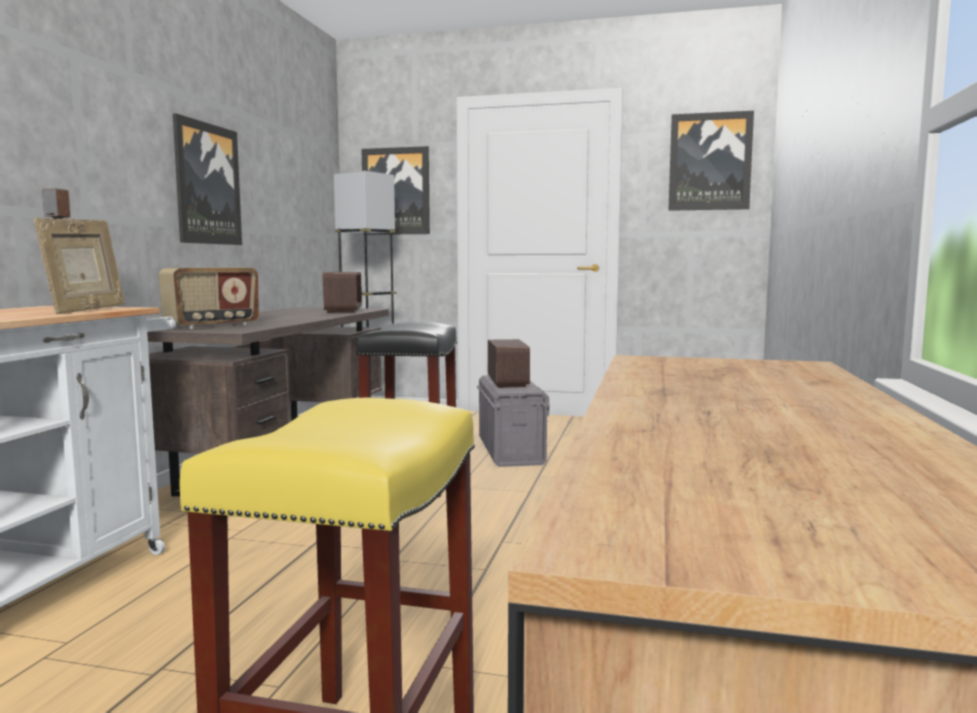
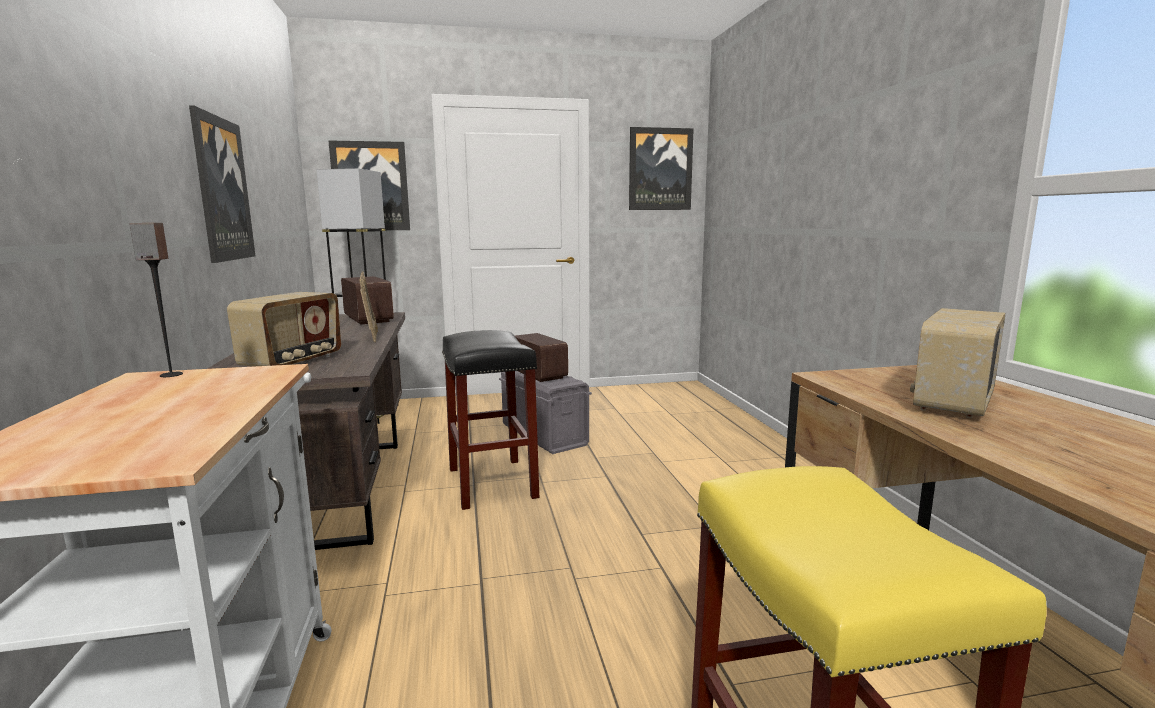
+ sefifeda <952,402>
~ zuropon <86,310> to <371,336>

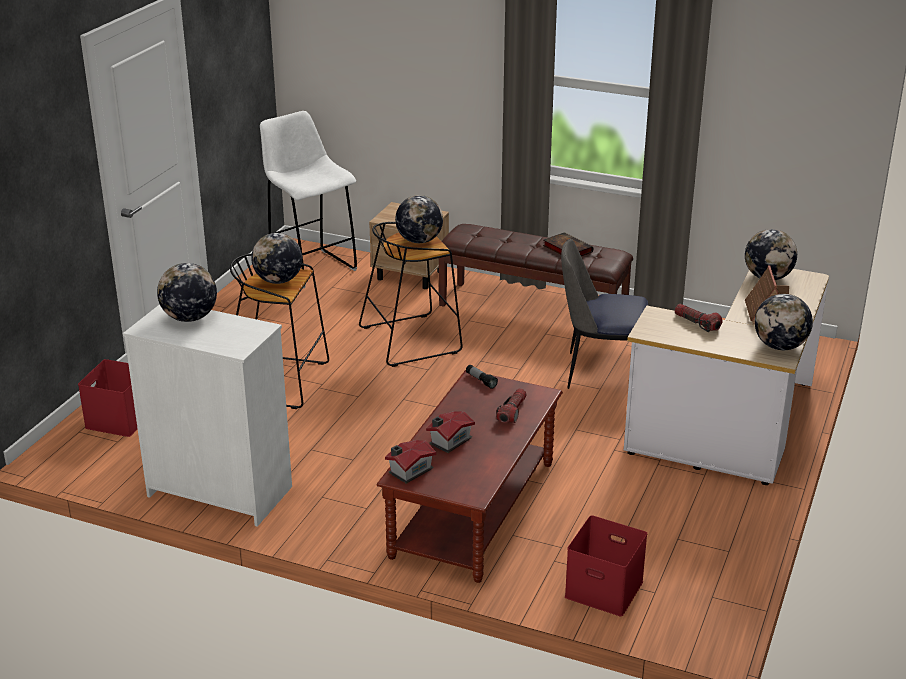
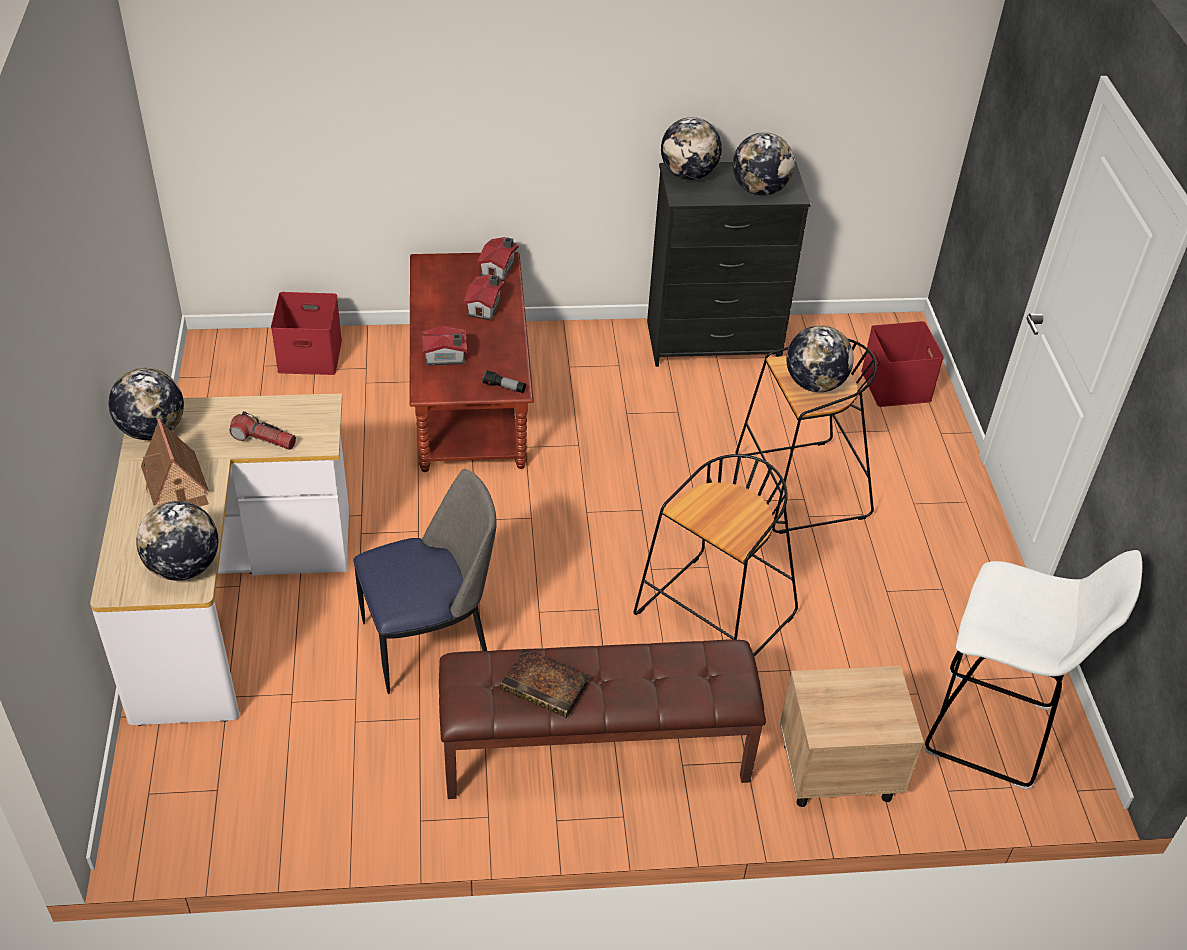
~ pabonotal <419,241> to <688,174>
~ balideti <512,412> to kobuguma <446,357>
~ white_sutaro <220,491> to black_sutaro <713,343>

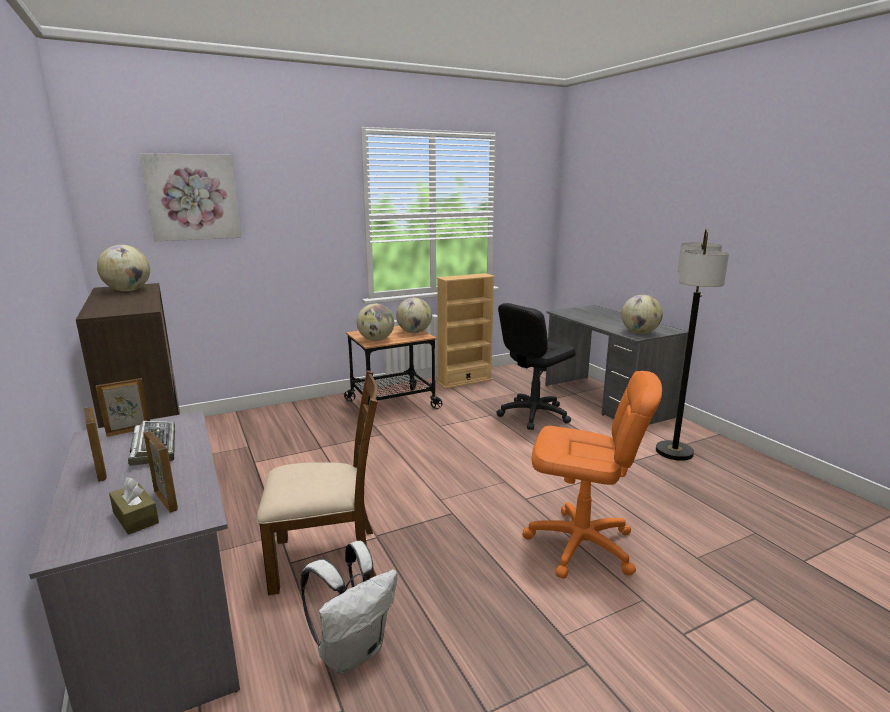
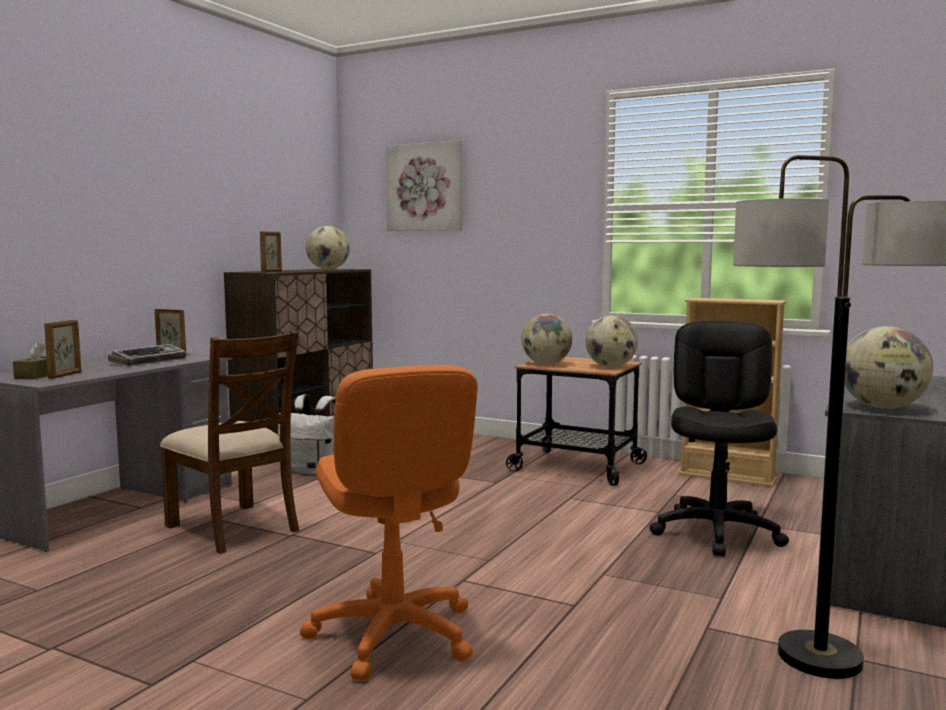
~ zuropon <101,471> to <272,271>
~ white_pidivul <352,650> to <313,470>
~ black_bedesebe <533,414> = <717,532> 90 degrees clockwise

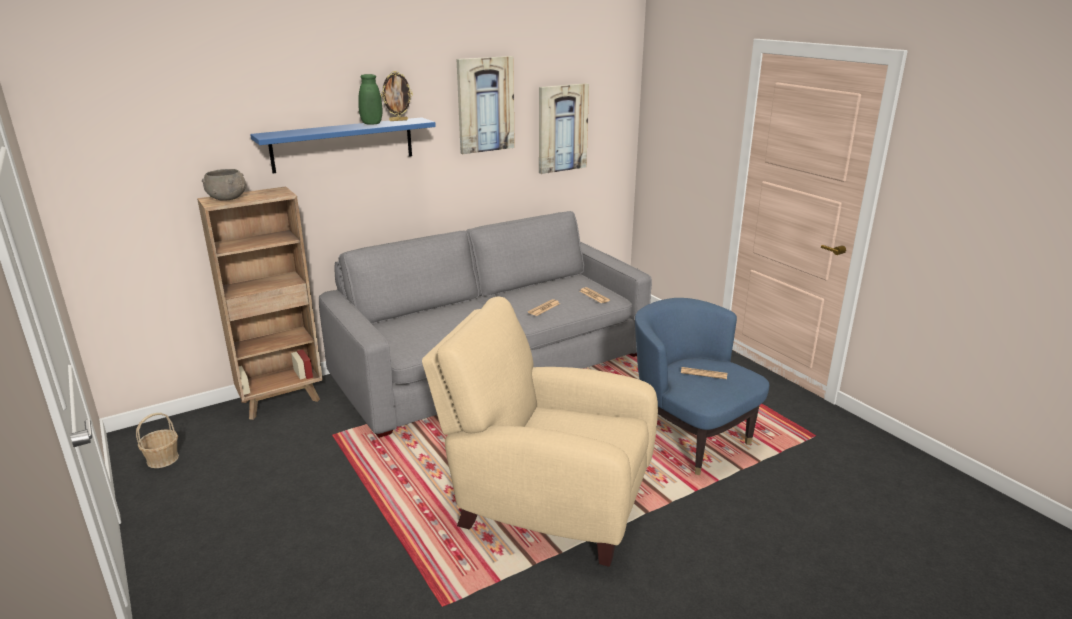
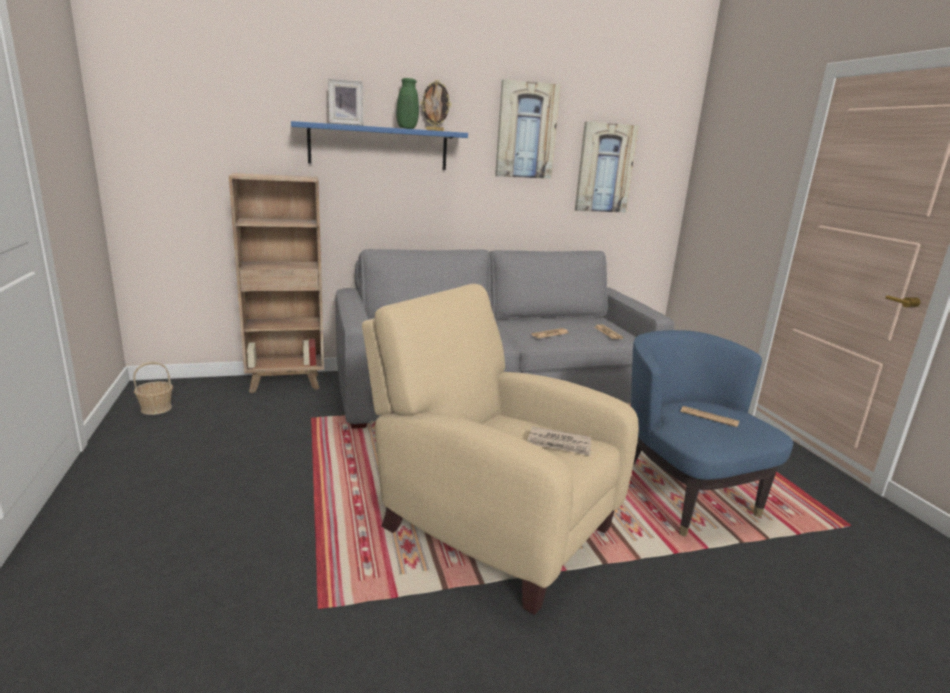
- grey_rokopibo <227,198>
+ zuropon <346,124>
+ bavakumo <559,444>

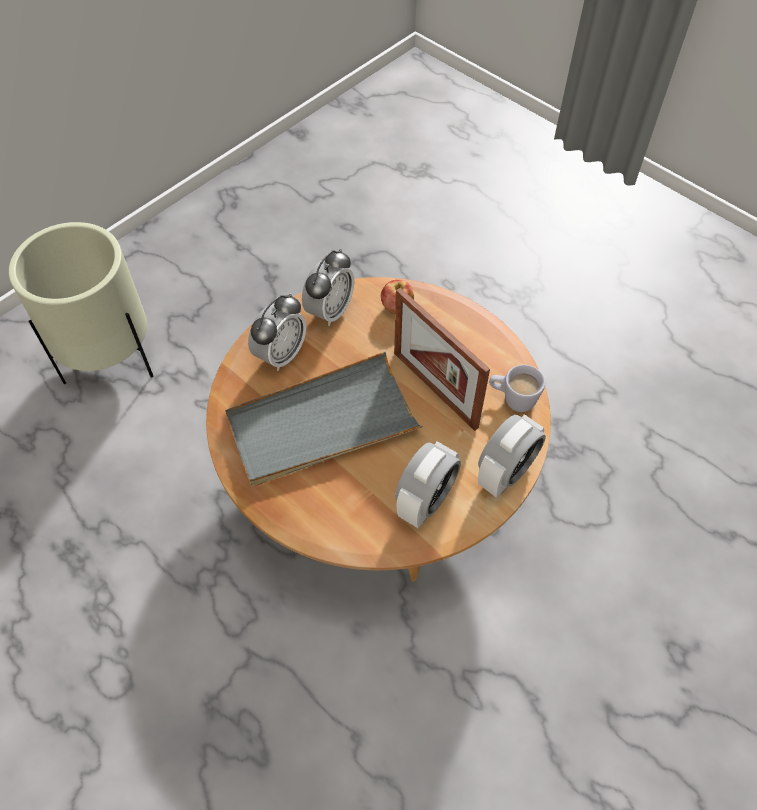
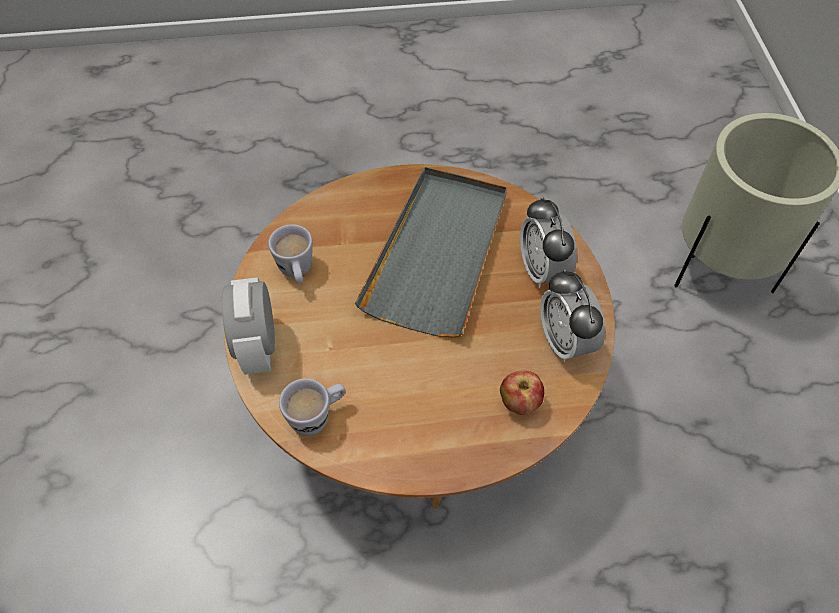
- zuropon <435,389>
~ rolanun <425,501> to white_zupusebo <297,272>

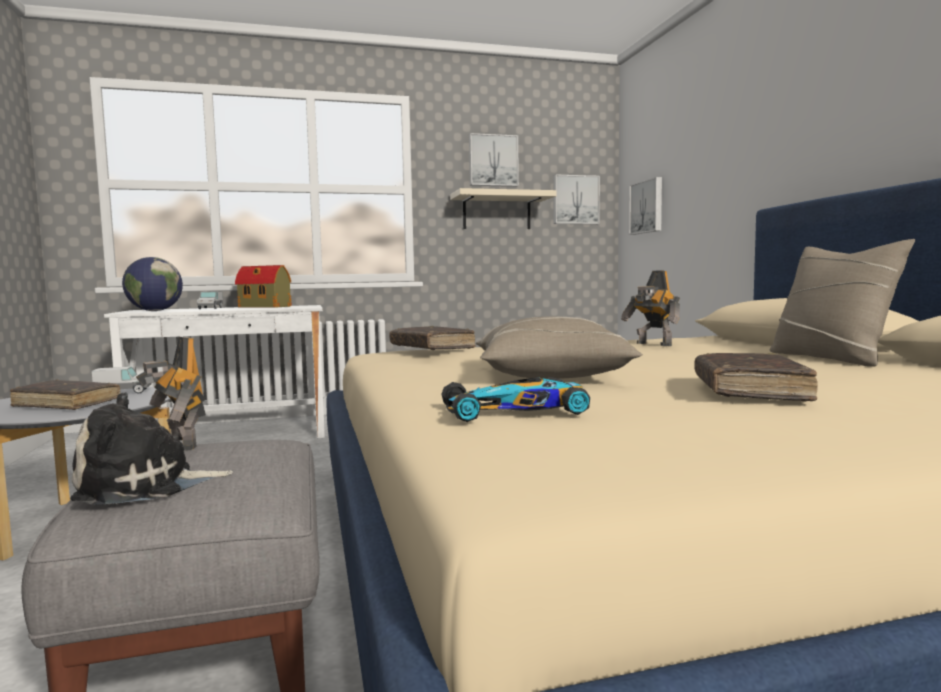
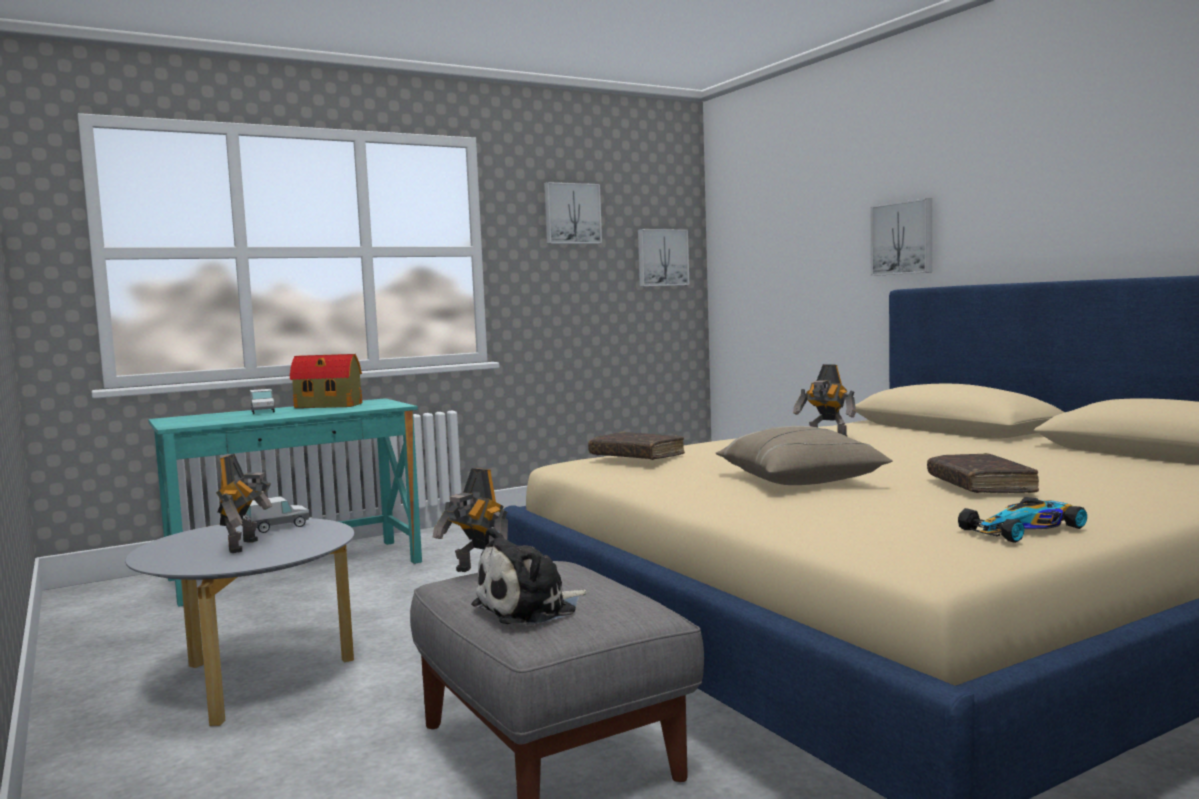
- pabonotal <154,311>
- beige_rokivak <496,212>
- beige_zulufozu <831,358>
~ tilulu <517,410> to <1024,529>
~ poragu <647,207> to <903,238>
~ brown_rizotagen <67,404> to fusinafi <246,546>
~ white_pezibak <231,435> to turquoise_pezibak <296,570>

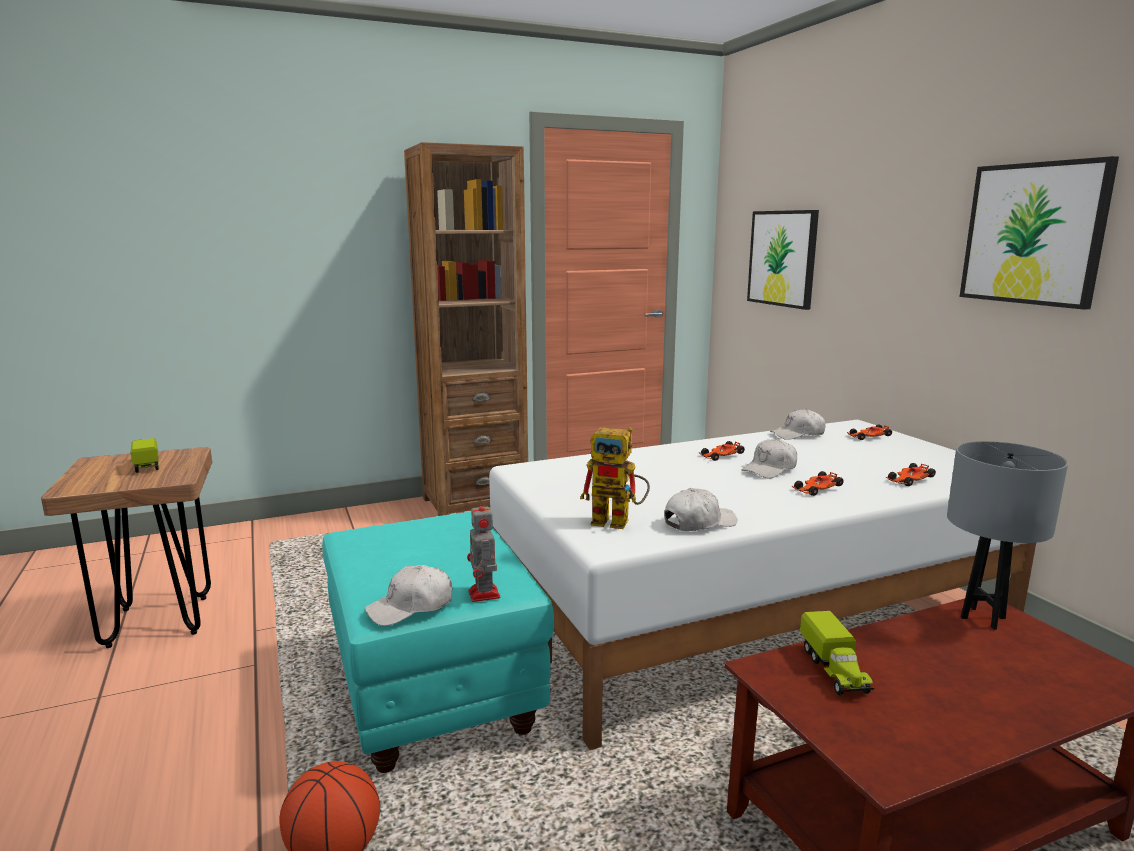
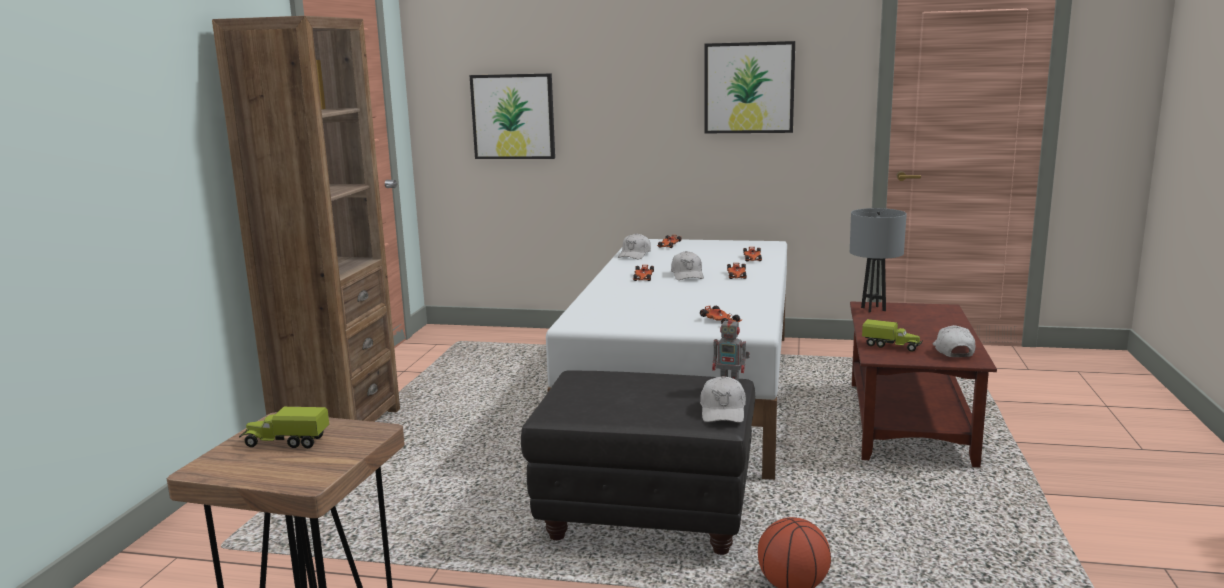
~ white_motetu <699,523> to <952,351>
~ fusinafi <619,522> to tilulu <721,321>
~ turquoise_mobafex <435,691> to black_mobafex <646,515>

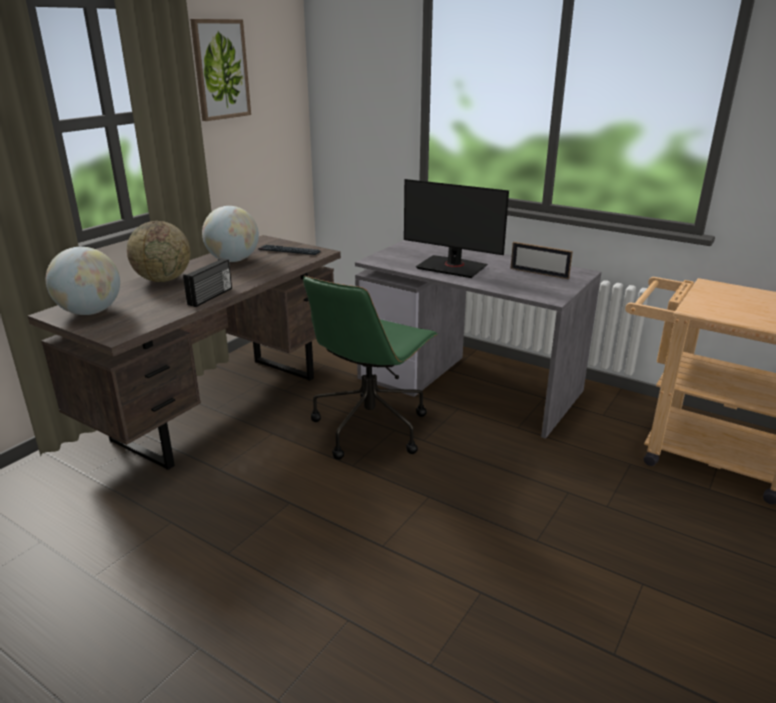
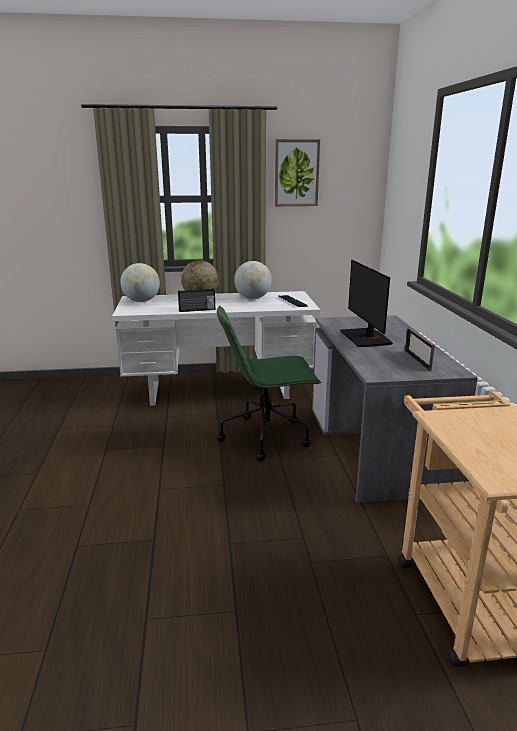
~ brown_pezibak <220,406> to white_pezibak <220,390>

